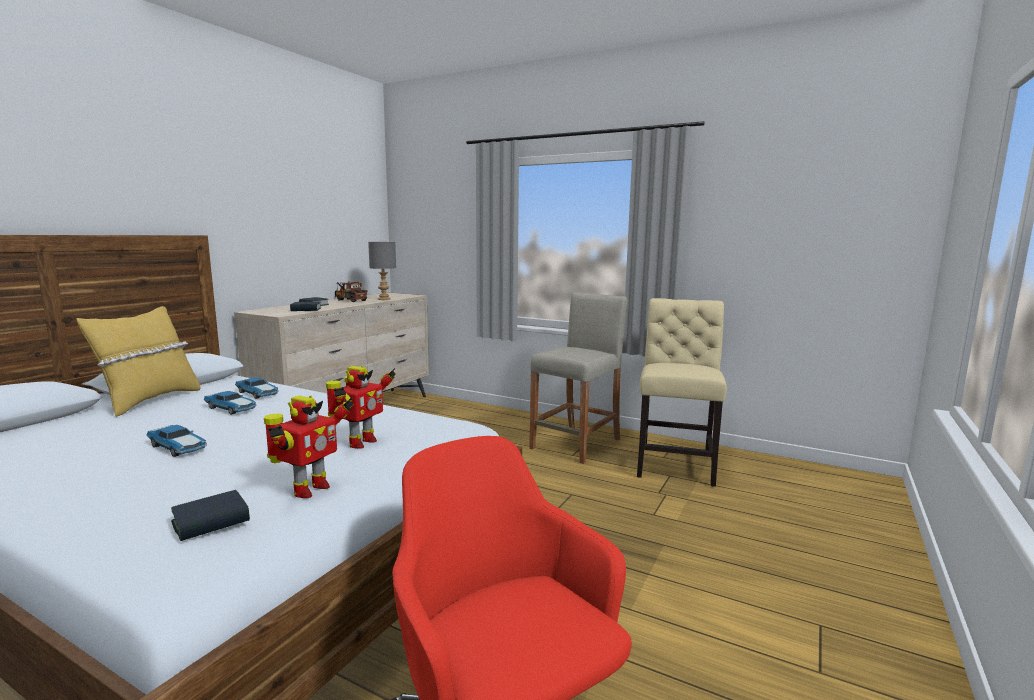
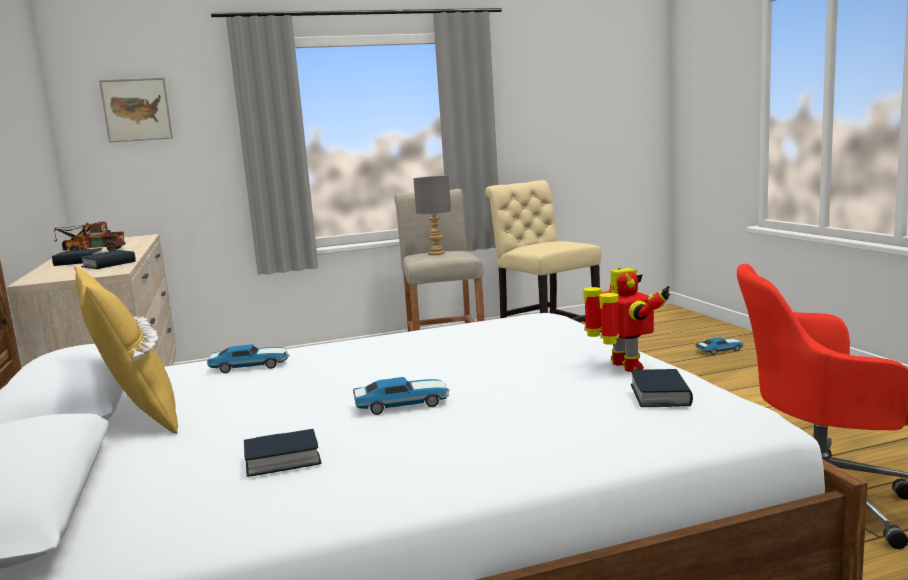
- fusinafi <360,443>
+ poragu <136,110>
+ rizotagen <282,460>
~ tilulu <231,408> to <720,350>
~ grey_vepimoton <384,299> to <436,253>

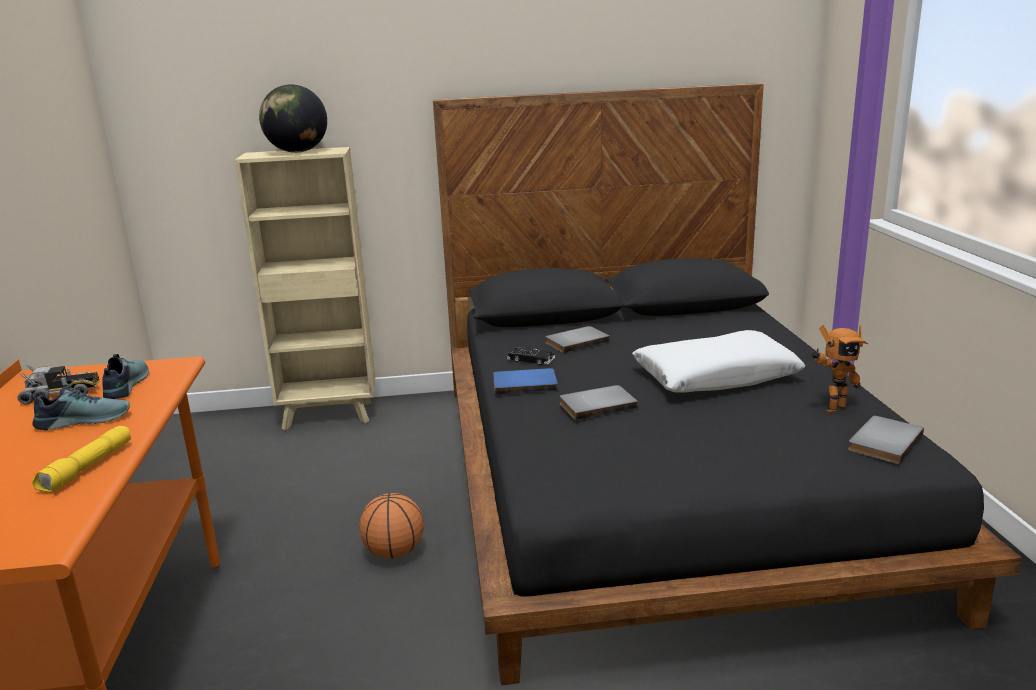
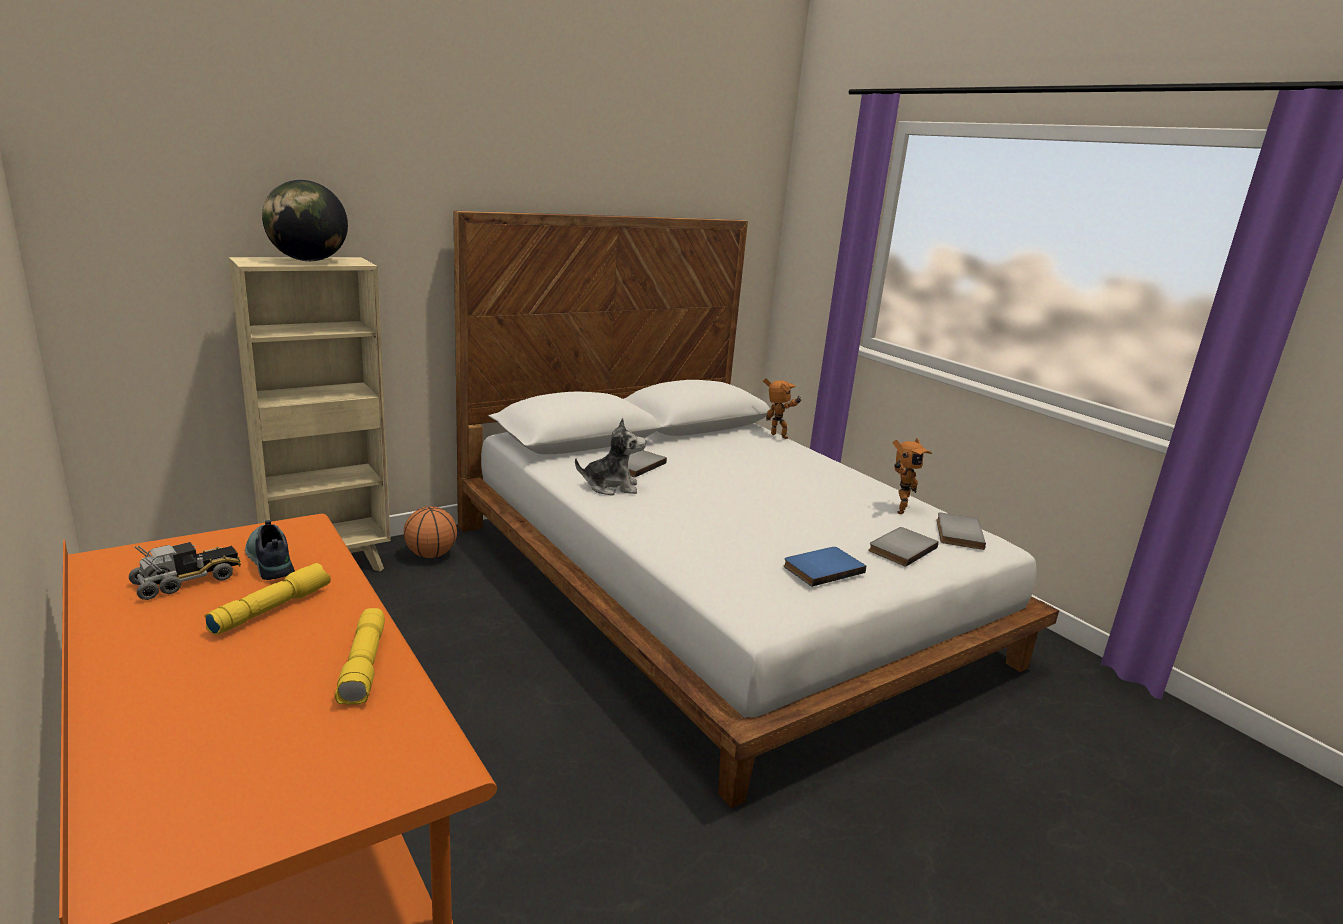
- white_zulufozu <715,377>
+ fusinafi <777,437>
~ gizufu <394,552> to <431,555>
~ blue_rizotagen <524,383> to <821,568>
~ grey_rizotagen <596,404> to <900,548>
~ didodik <84,420> to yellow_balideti <271,608>
~ black_tilulu <531,360> to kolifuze <611,487>
~ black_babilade <656,480> to white_babilade <719,590>

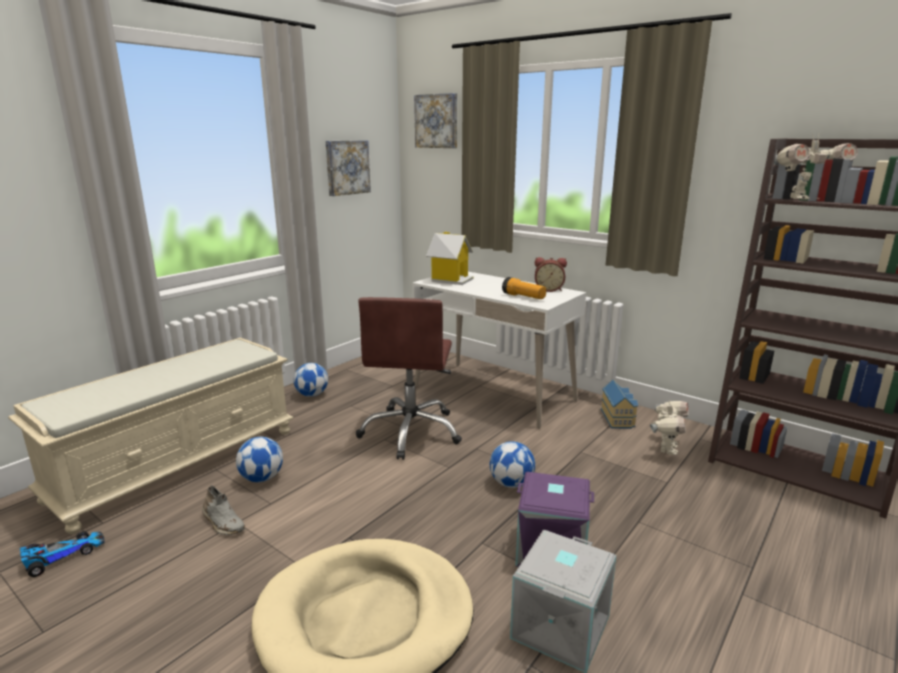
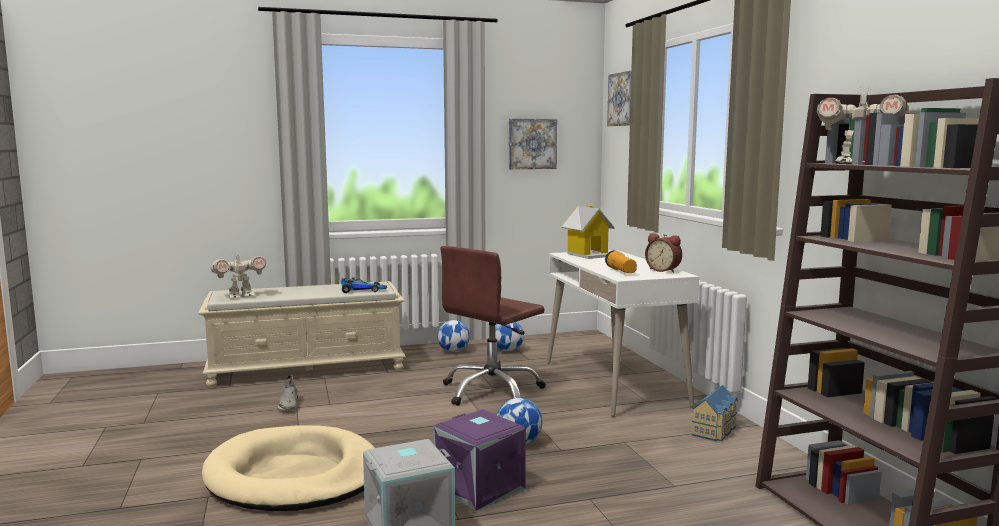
~ tilulu <62,555> to <362,290>
~ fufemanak <262,478> to <508,350>
~ fusinafi <666,448> to <240,296>

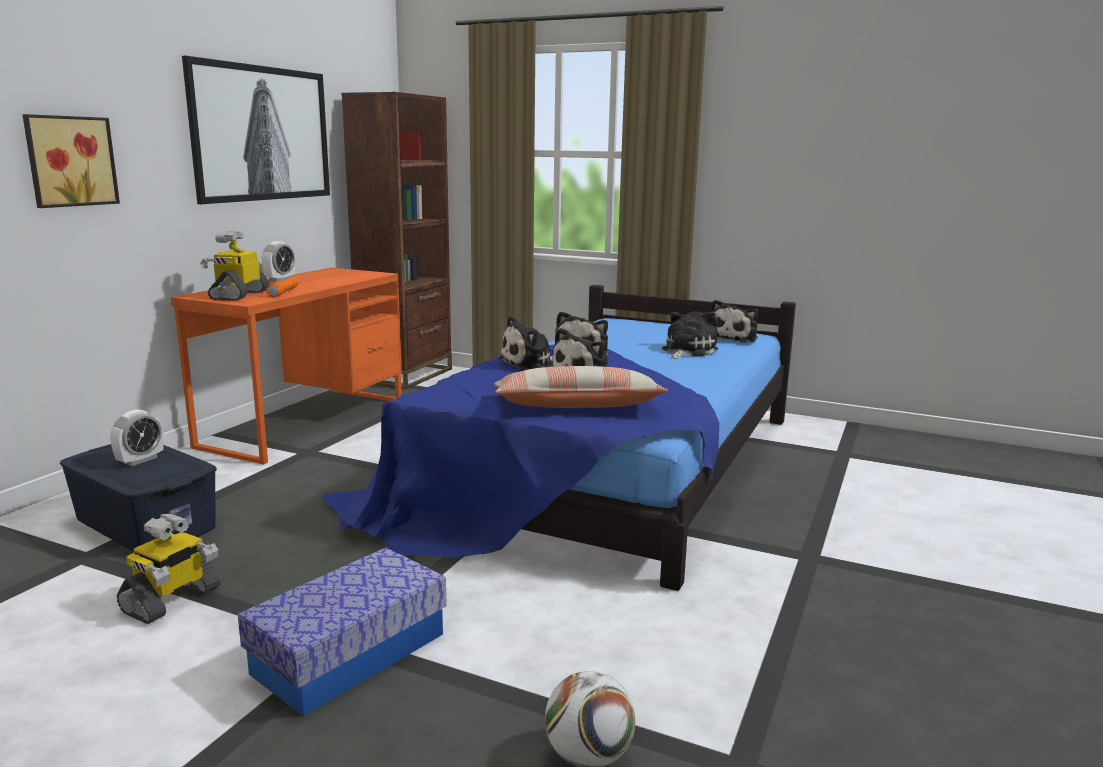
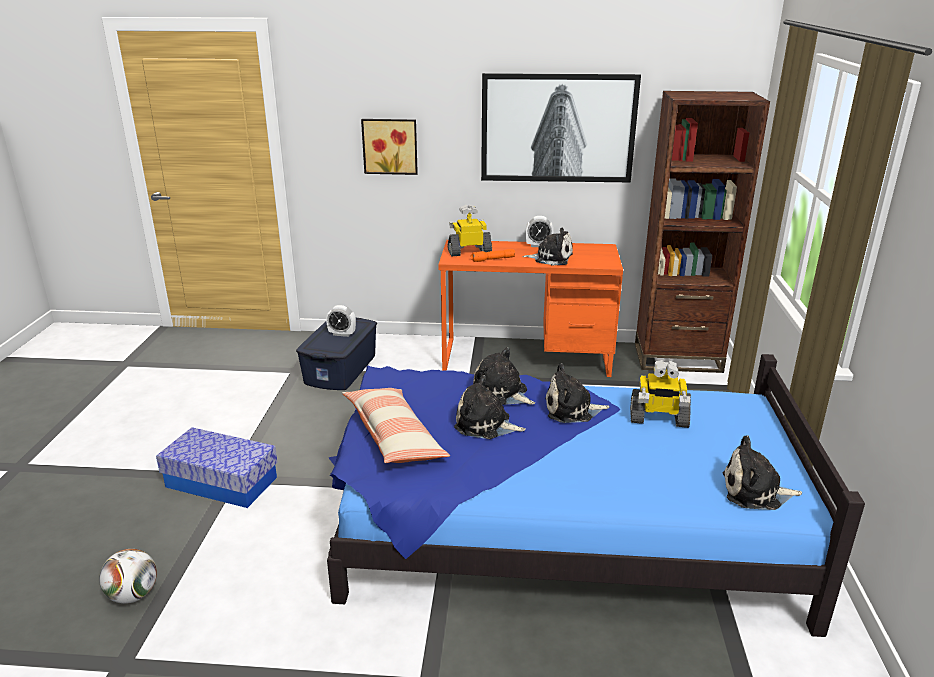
~ fusinafi <172,600> to <658,418>
~ kolifuze <687,351> to <551,258>

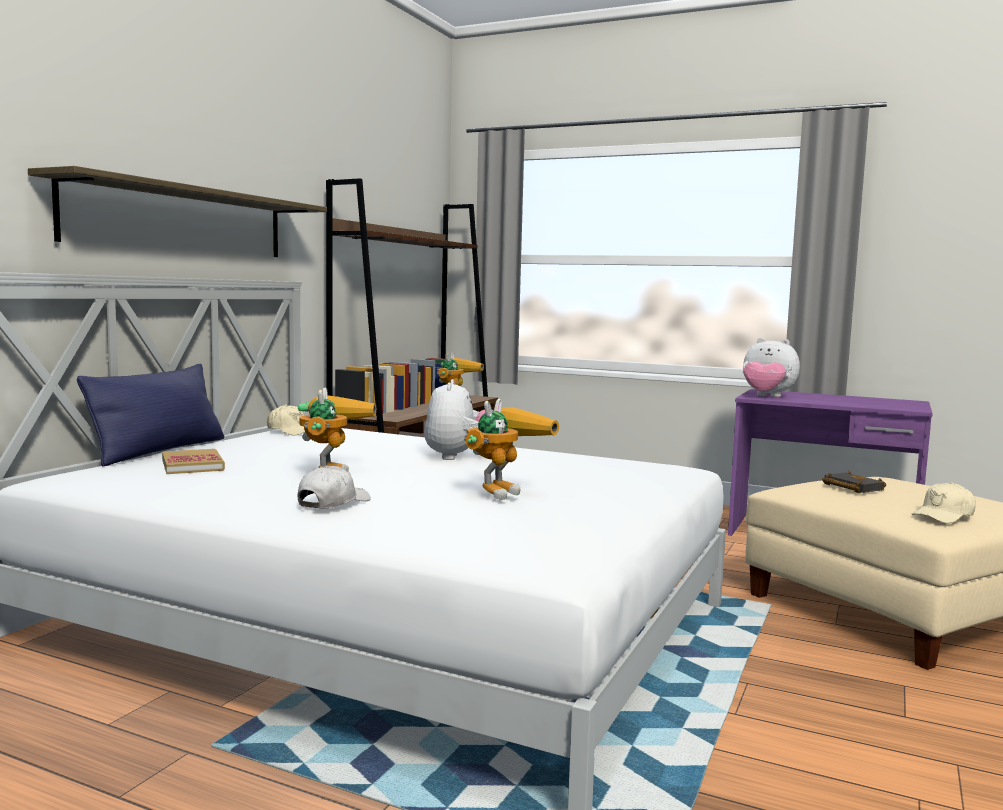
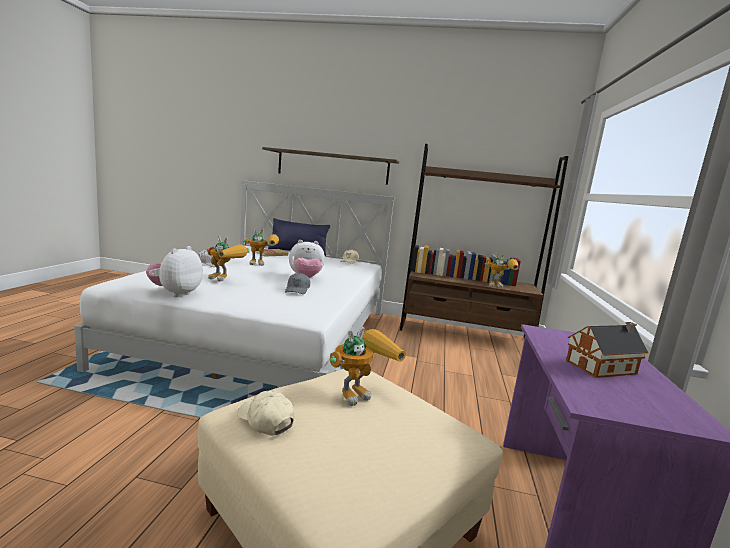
+ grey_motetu <297,289>
+ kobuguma <603,367>
~ kolifuze <767,396> to <175,293>
~ black_rizotagen <850,487> to fusinafi <360,392>

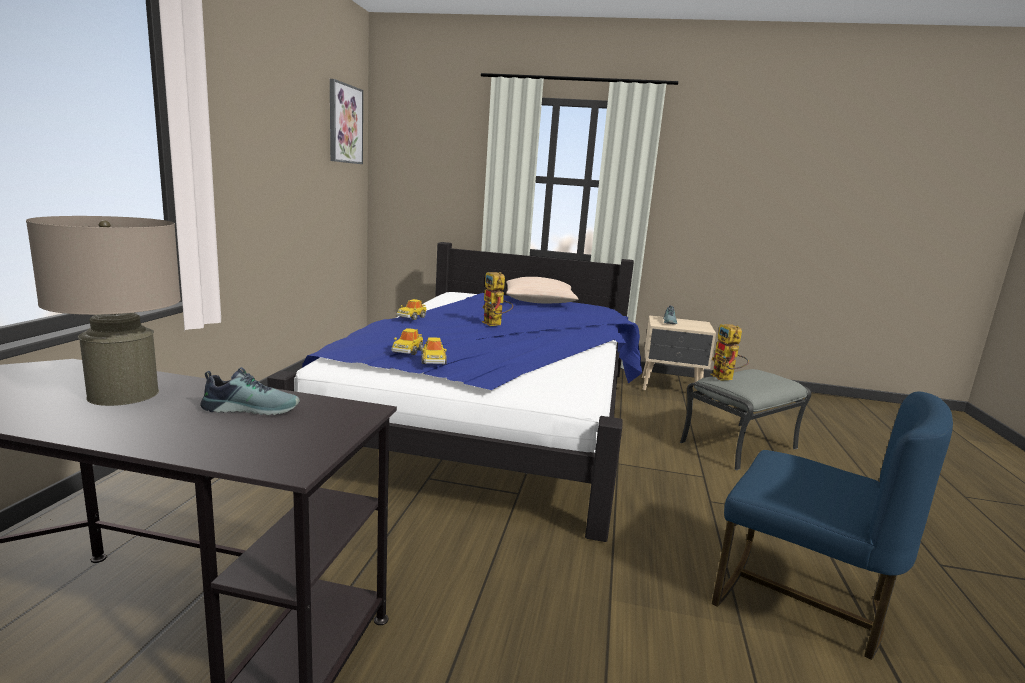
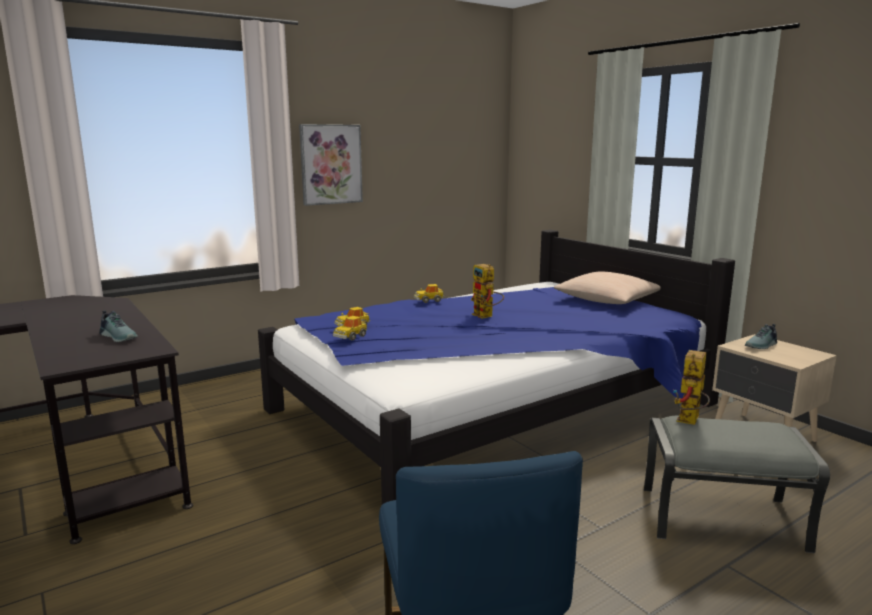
- beige_vepimoton <123,394>
~ poragu <345,124> to <331,164>
~ fusinafi <495,324> = <486,316> 45 degrees counterclockwise

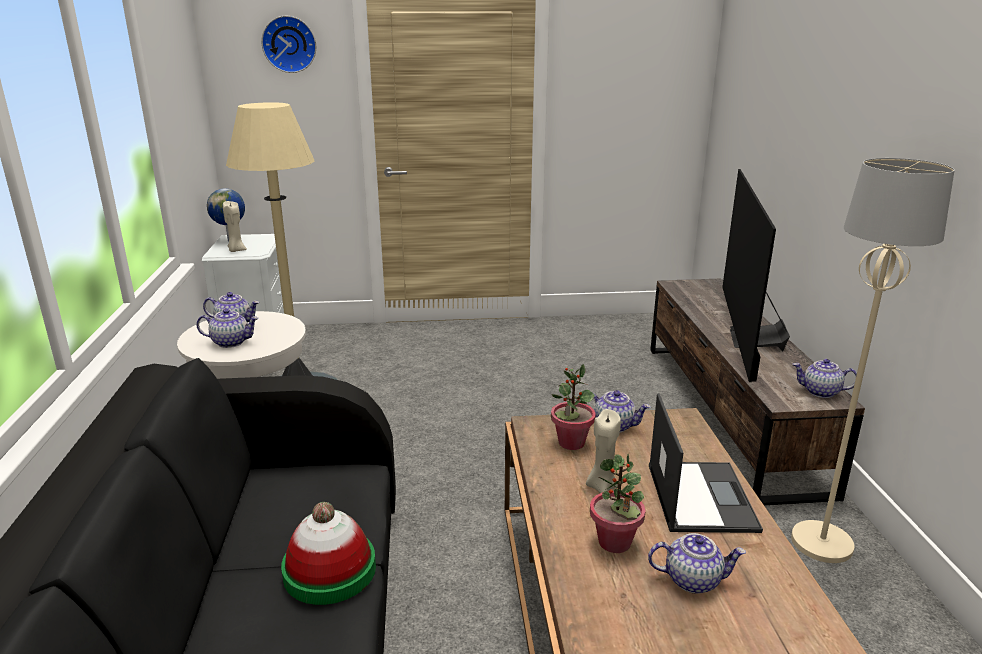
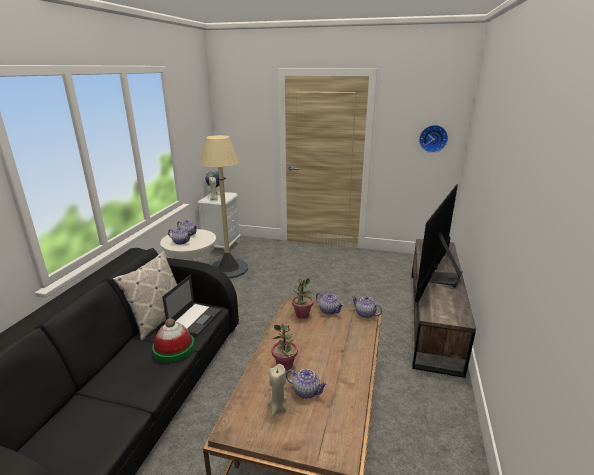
- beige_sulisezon <822,543>
+ zulufozu <158,319>
~ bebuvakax <289,44> to <433,138>
~ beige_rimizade <601,486> to <277,407>
~ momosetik <700,496> to <195,318>
~ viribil <820,392> to <365,314>

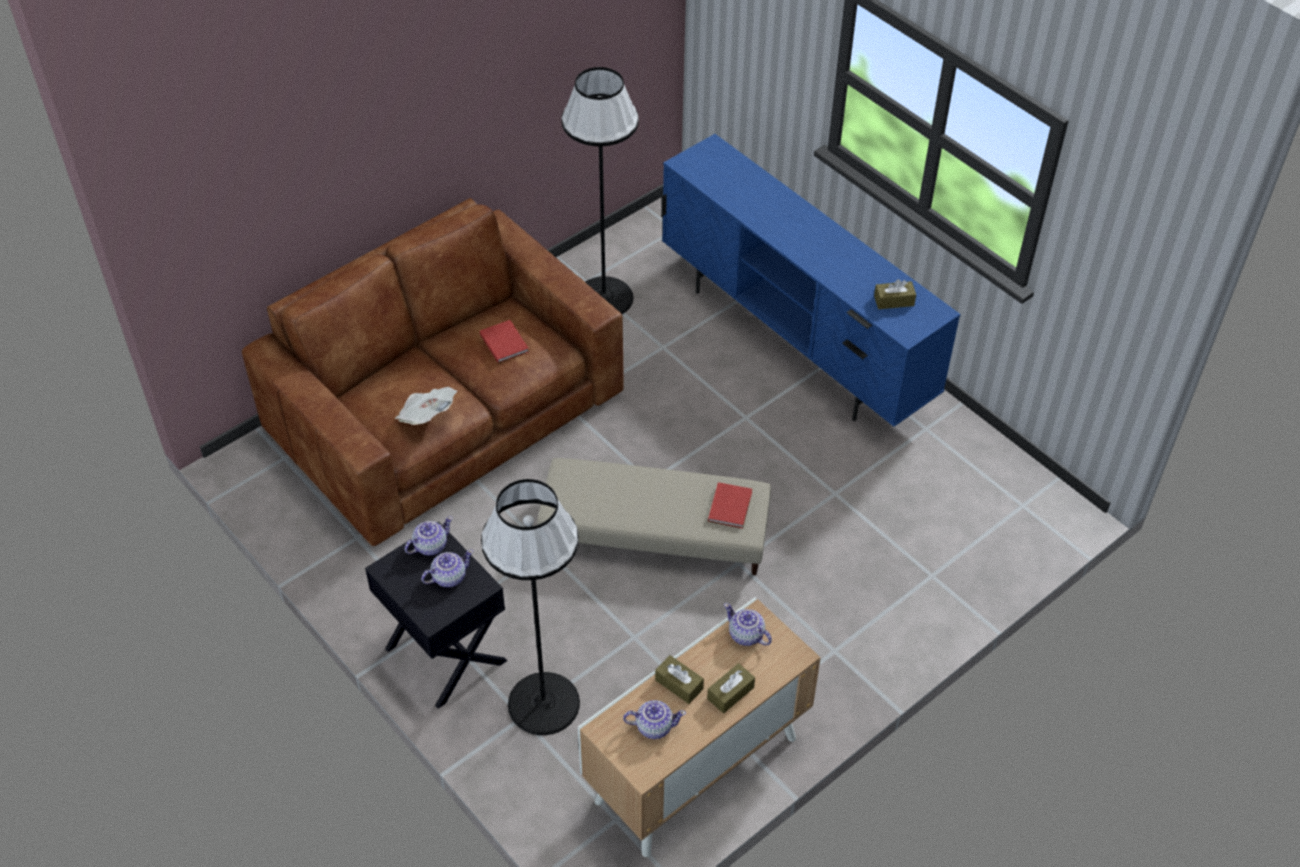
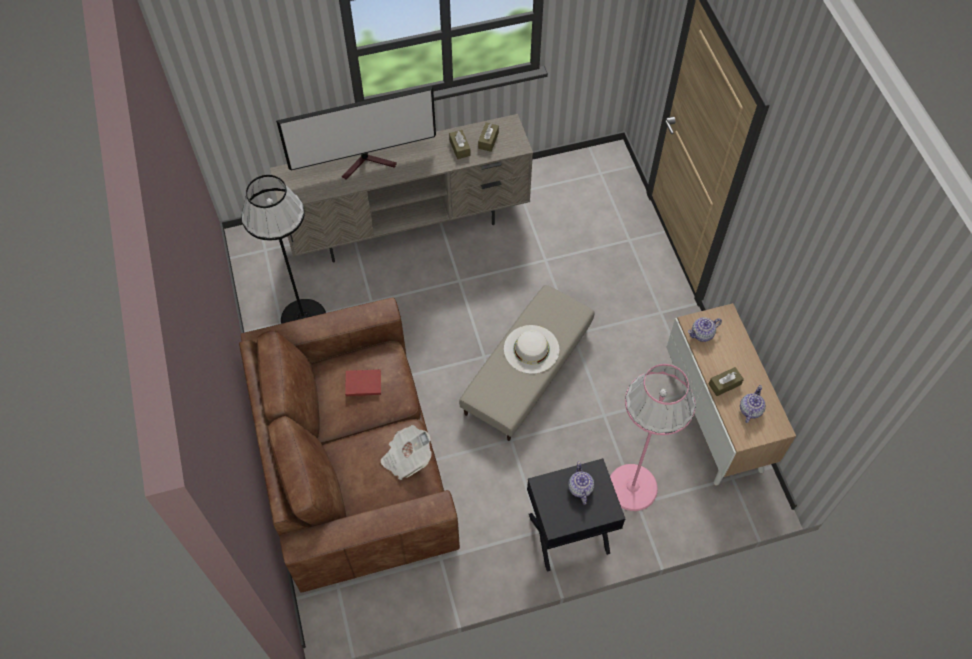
- viribil <430,546>
- red_rizotagen <731,506>
+ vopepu <368,163>
+ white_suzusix <531,349>
~ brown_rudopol <730,693> to <459,148>
~ black_sulisezon <543,703> to pink_sulisezon <632,487>
~ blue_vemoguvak <795,341> to beige_vemoguvak <410,226>

